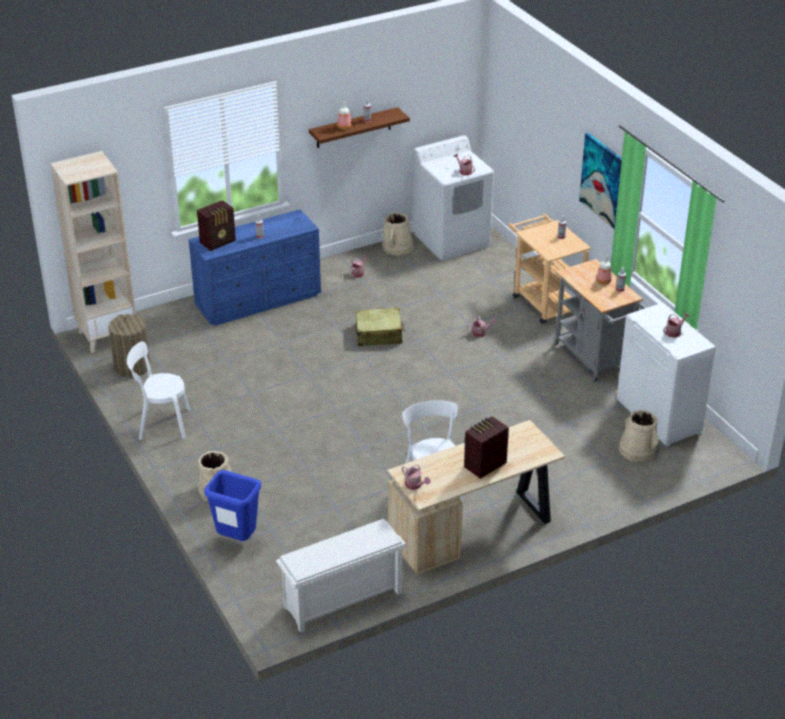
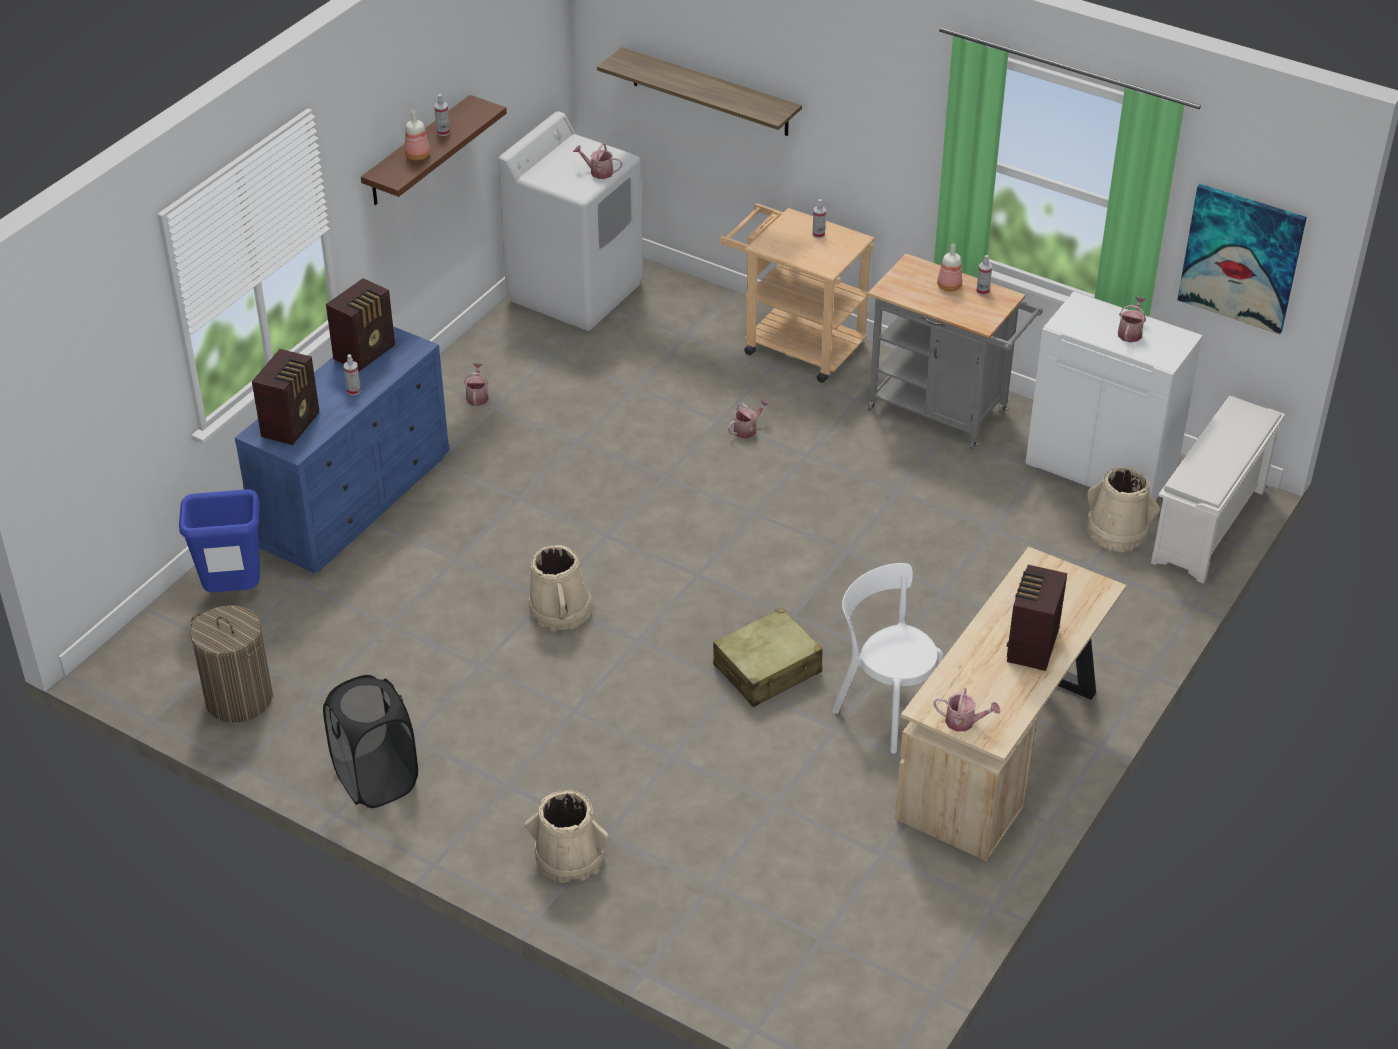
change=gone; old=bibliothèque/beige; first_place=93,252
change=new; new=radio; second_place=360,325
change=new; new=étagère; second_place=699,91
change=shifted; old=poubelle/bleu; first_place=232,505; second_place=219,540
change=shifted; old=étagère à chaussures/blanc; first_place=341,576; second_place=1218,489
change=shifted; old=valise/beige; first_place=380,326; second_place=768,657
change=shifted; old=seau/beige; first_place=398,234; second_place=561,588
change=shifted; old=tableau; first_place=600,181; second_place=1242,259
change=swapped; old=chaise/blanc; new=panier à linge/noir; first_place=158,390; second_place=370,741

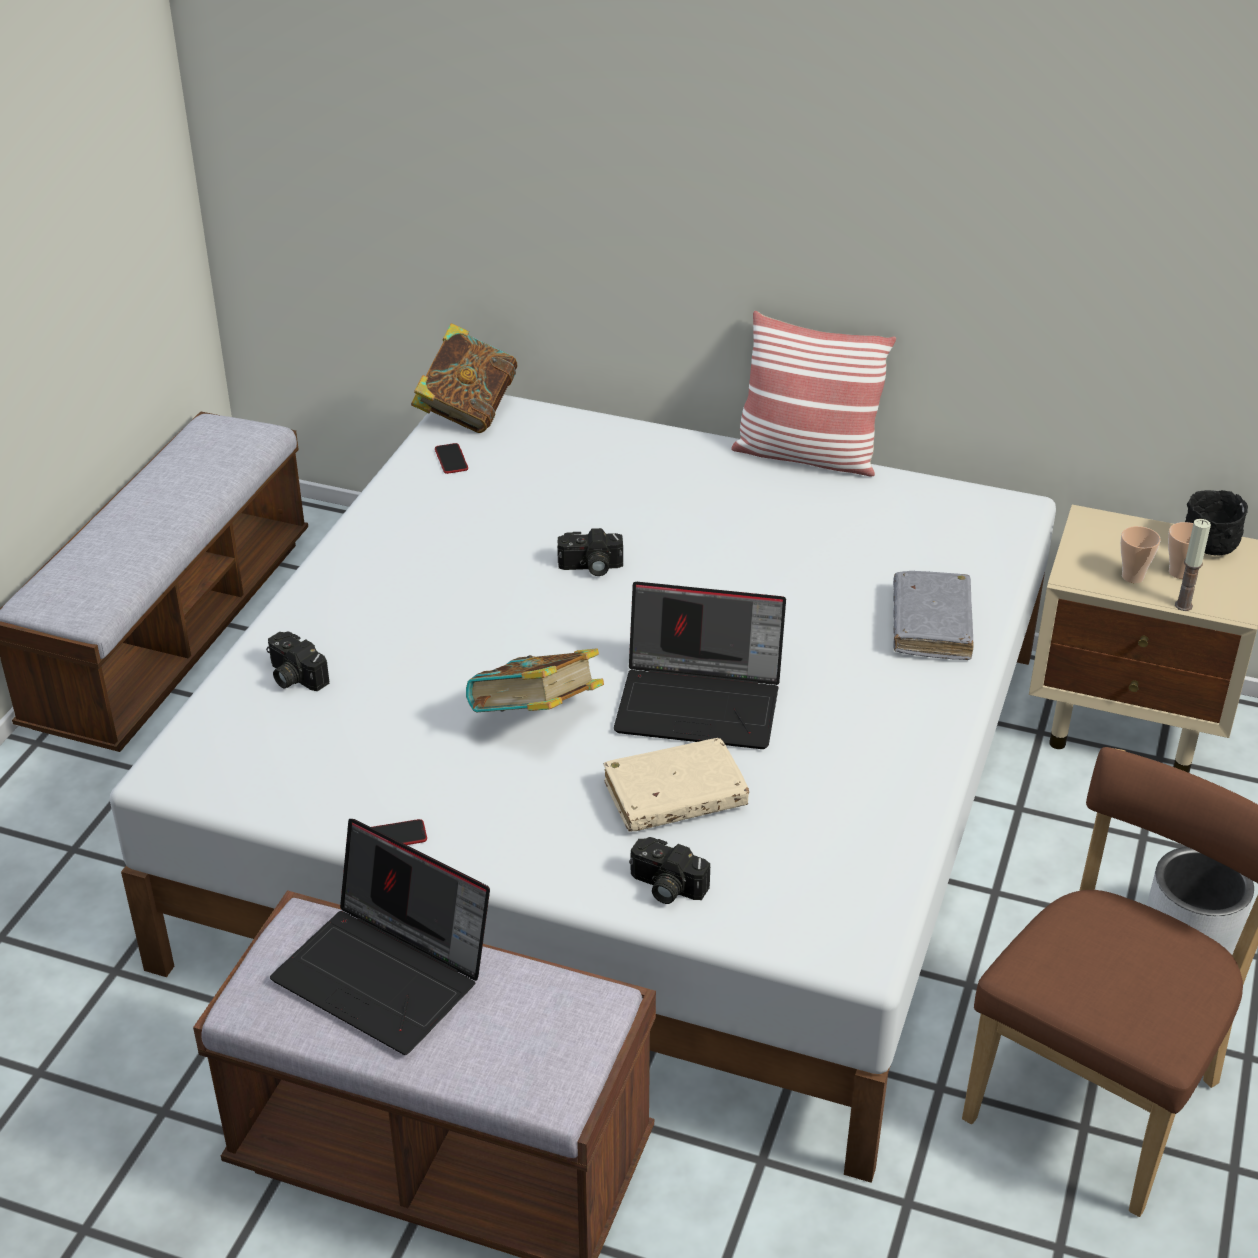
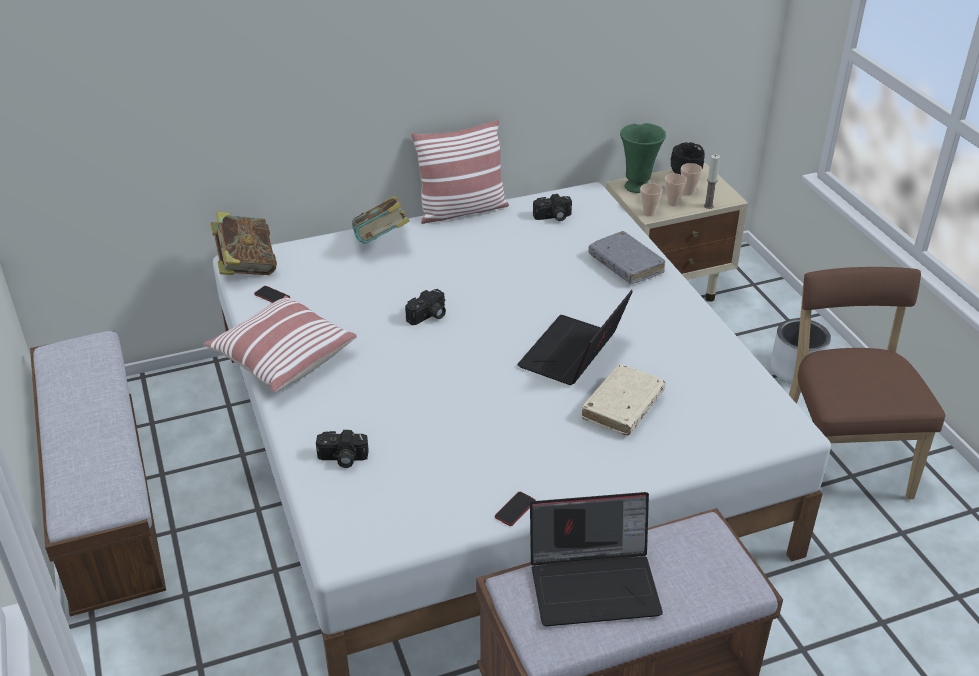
change=new; new=coussin; second_place=280,344
change=new; new=vase/vert; second_place=643,158
change=new; new=tasse; second_place=651,199
change=shifted; old=livre; first_place=535,680; second_place=381,219
change=shifted; old=appareil photo; first_place=670,870; second_place=552,207
change=rotated; old=ordinateur portable; first_place=700,665; second_place=575,337; degrees=150

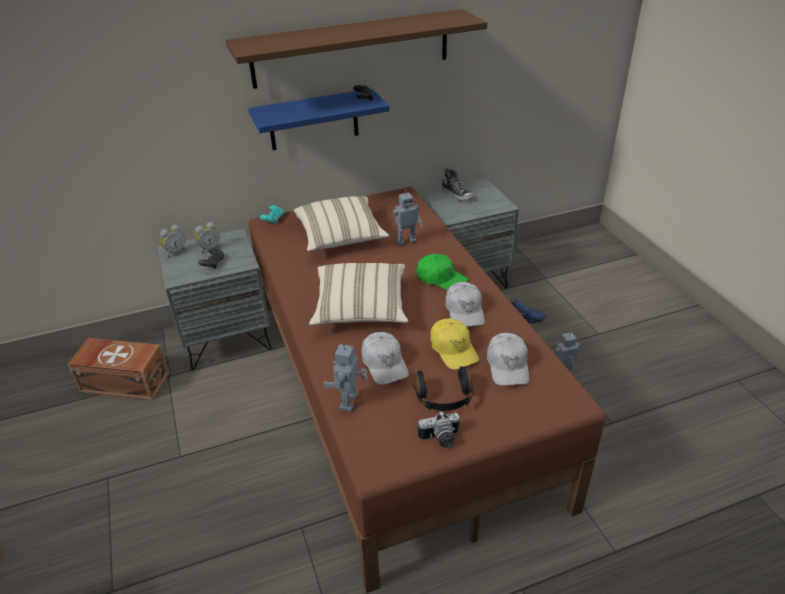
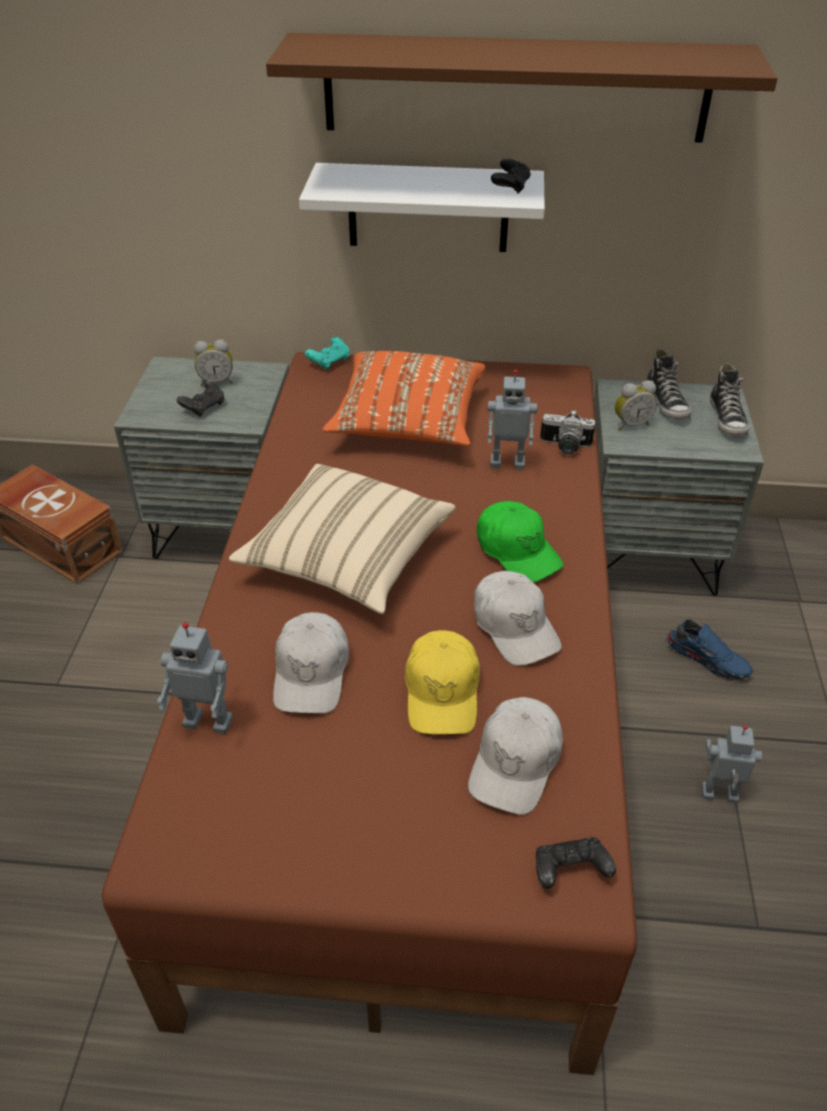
change=gone; old=casque audio/noir; first_place=443,388
change=new; new=manette/noir; second_place=576,863
change=new; new=chaussure; second_place=730,400
change=shifted; old=réveil; first_place=173,241; second_place=636,405
change=shifted; old=appareil photo; first_place=439,429; second_place=567,433
change=repainted; old=étagère/bleu; new=étagère/blanc; first_place=318,119; second_place=422,207
change=repainted; old=coussin/beige; new=coussin/orange; first_place=341,223; second_place=404,398
change=rotated; old=robot jouet; first_place=345,377; second_place=195,678; degrees=-120
change=rotated; old=casquette/blanc; first_place=465,304; second_place=518,618; degrees=-45

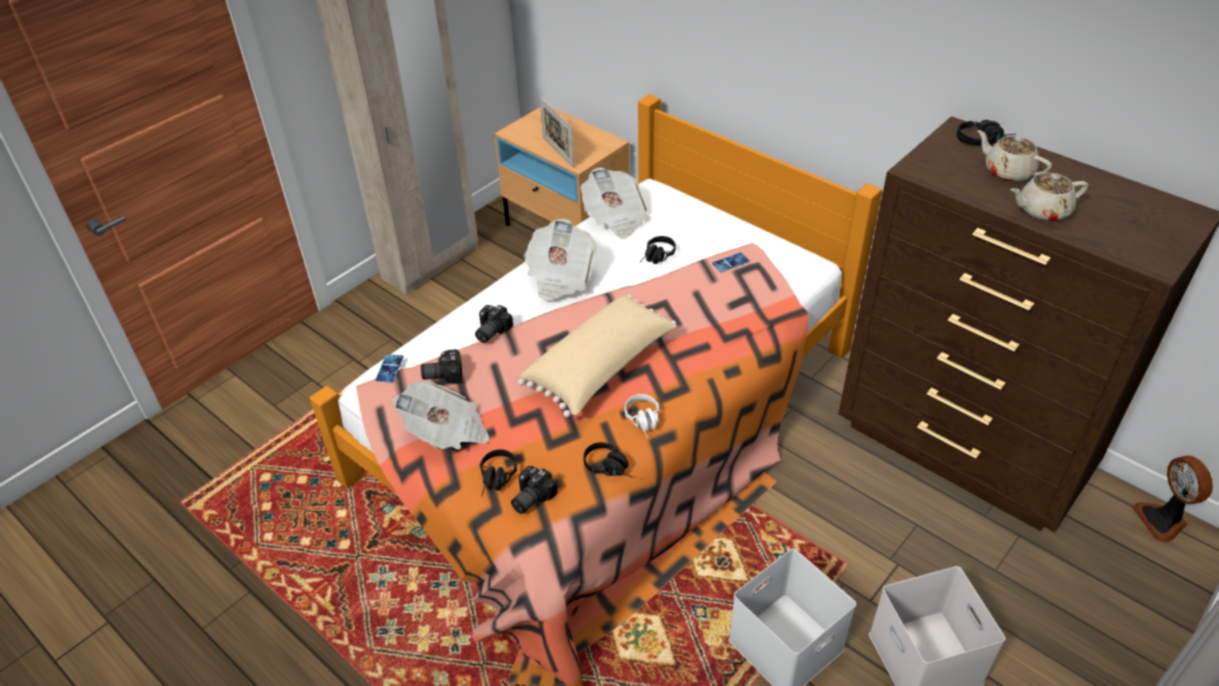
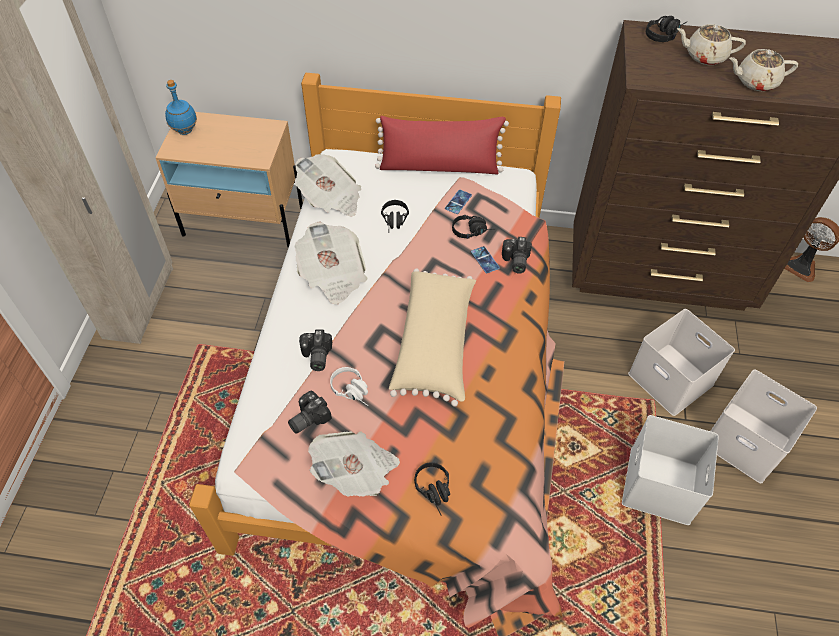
change=gone; old=cadre photo; first_place=557,132
change=new; new=bouteille/bleu; second_place=181,107
change=new; new=coussin/rouge; second_place=442,145
change=new; new=boîte de rangement/blanc; second_place=681,362
change=shifted; old=téléphone; first_place=389,368; second_place=485,259
change=shifted; old=appareil photo; first_place=534,490; second_place=517,255
change=shifted; old=casque audio/noir; first_place=608,460; second_place=473,227
change=shifted; old=casque audio/blanc; first_place=641,416; second_place=349,386
change=rotated; old=théière/beige; first_place=1049,197; second_place=763,70; degrees=45

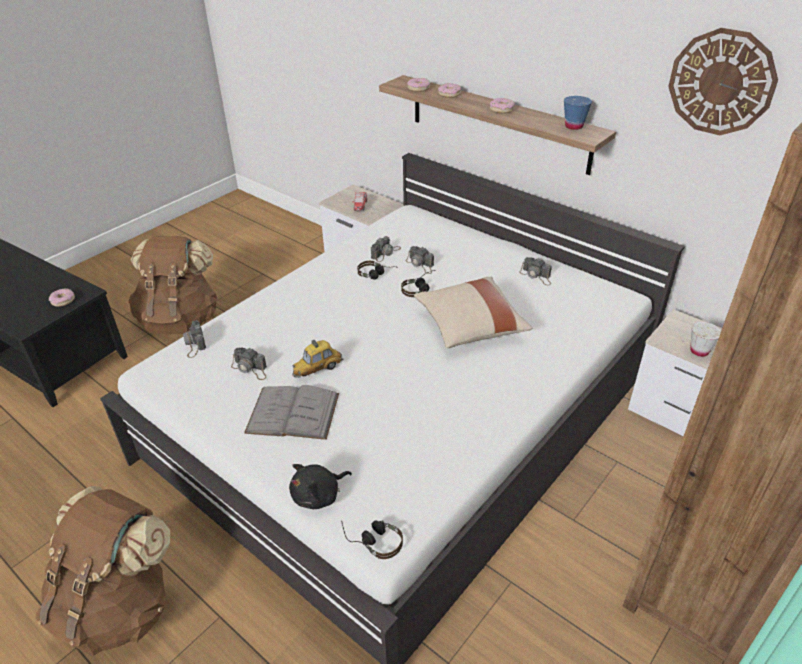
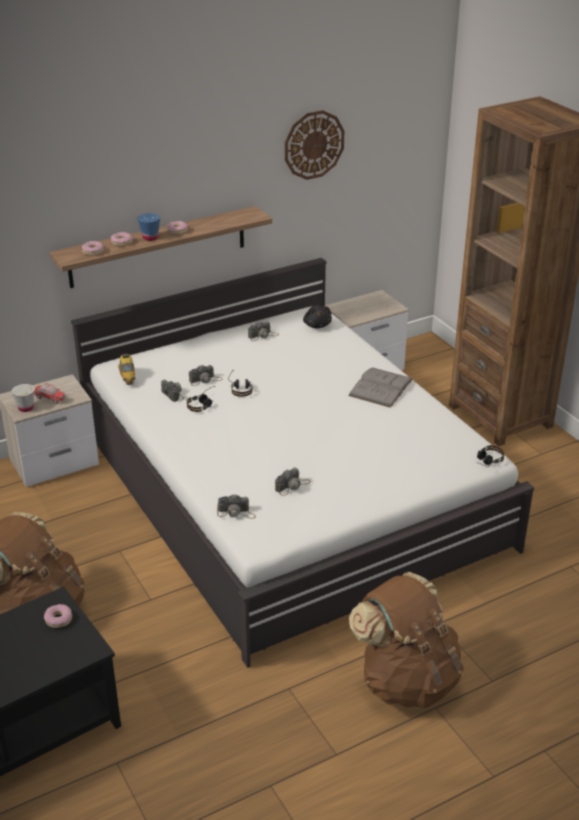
change=gone; old=coussin/beige; first_place=473,313
change=shifted; old=livre/gris; first_place=291,412; second_place=380,387
change=shifted; old=peluche/noir; first_place=320,486; second_place=317,316
change=shifted; old=petite voiture; first_place=318,359; second_place=126,370
change=shifted; old=tasse/bleu; first_place=578,113; second_place=148,227
change=shifted; old=tasse/blanc; first_place=705,339; second_place=23,398

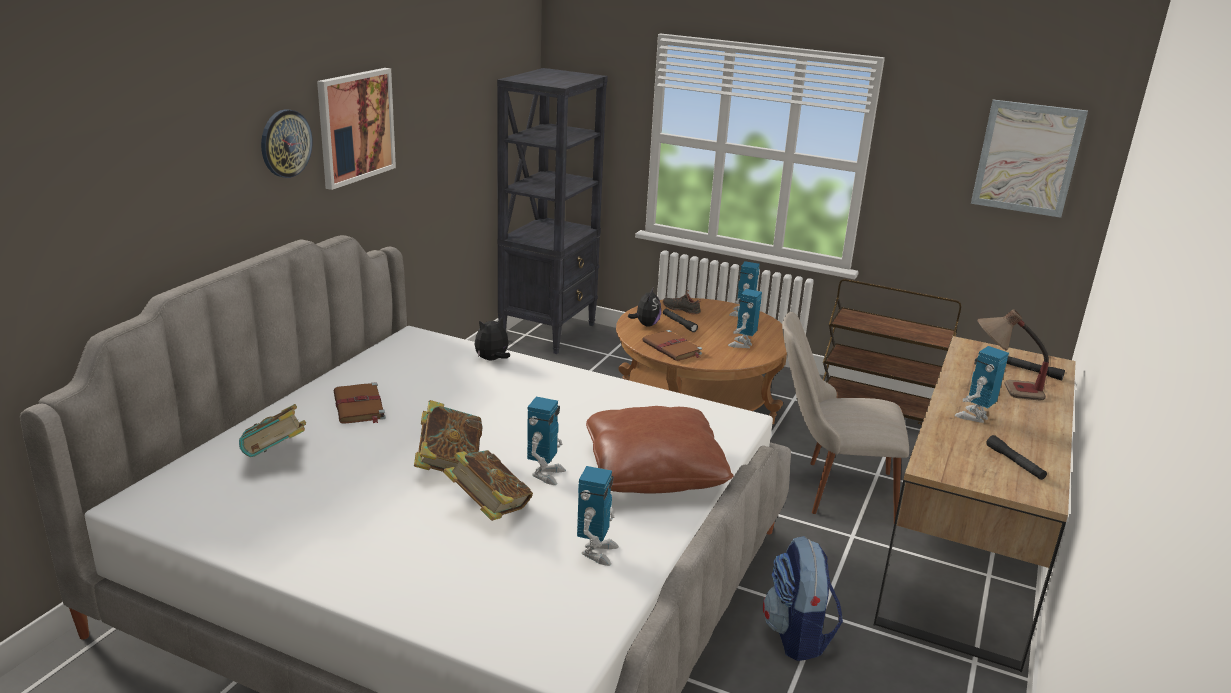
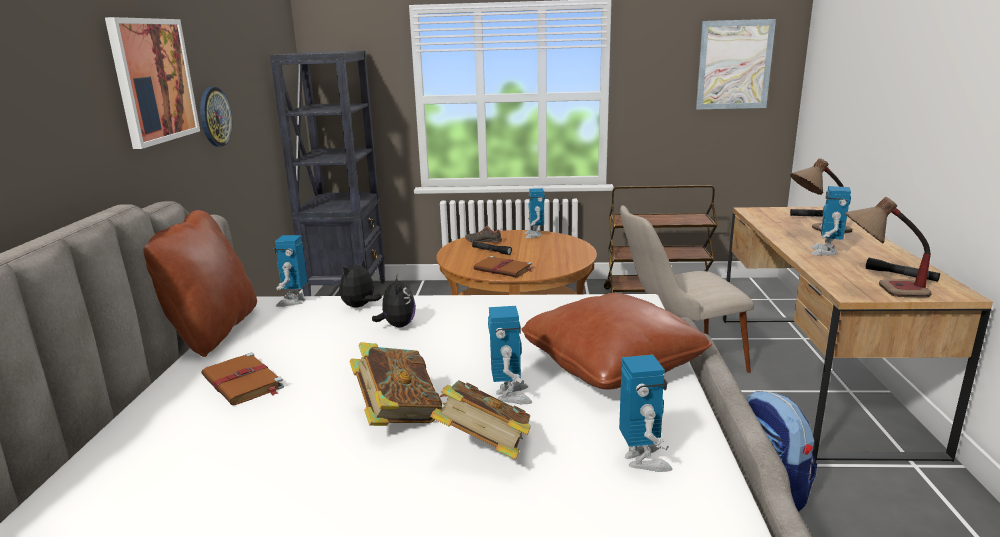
change=gone; old=livre; first_place=272,430
change=new; new=coussin/marron; second_place=200,283
change=new; new=lampe de table; second_place=888,247
change=shifted; old=horloge murale; first_place=286,143; second_place=216,117
change=shifted; old=peluche; first_place=644,307; second_place=394,300
change=shifted; old=robot jouet; first_place=745,318; second_place=290,271

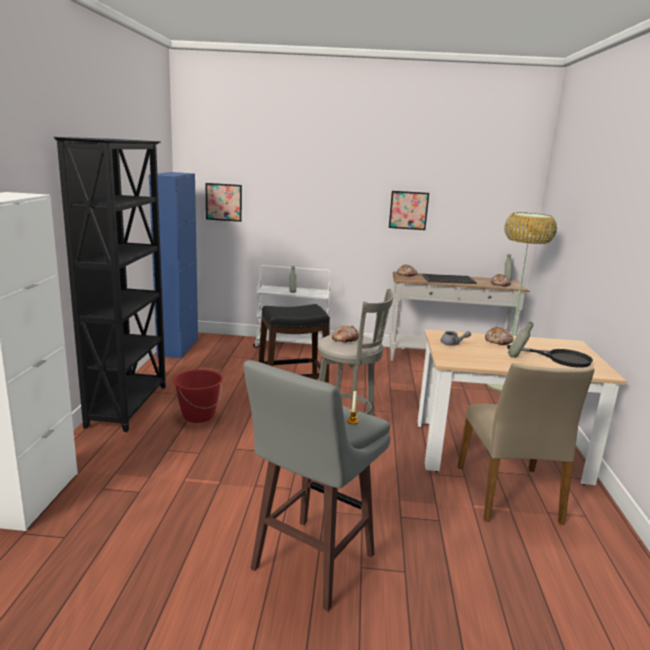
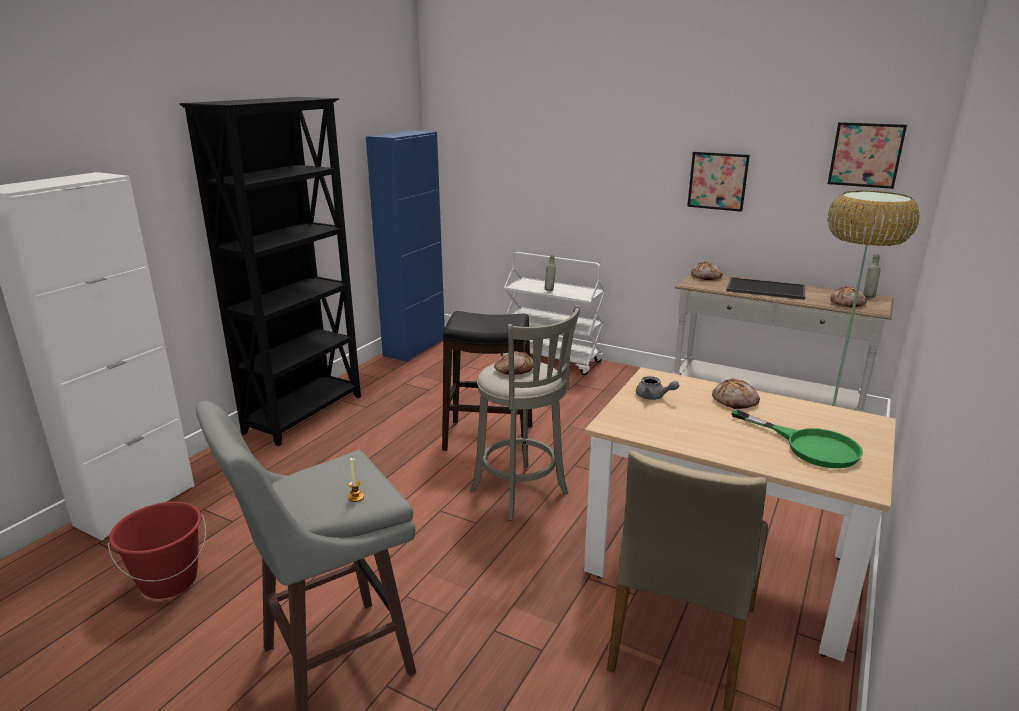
change=gone; old=bouteille/gris; first_place=520,340
change=shifted; old=seau/rouge; first_place=198,396; second_place=157,550
change=shifted; old=tableau; first_place=224,202; second_place=867,155
change=repainted; old=poêle/noir; new=poêle/vert; first_place=550,356; second_place=797,439

